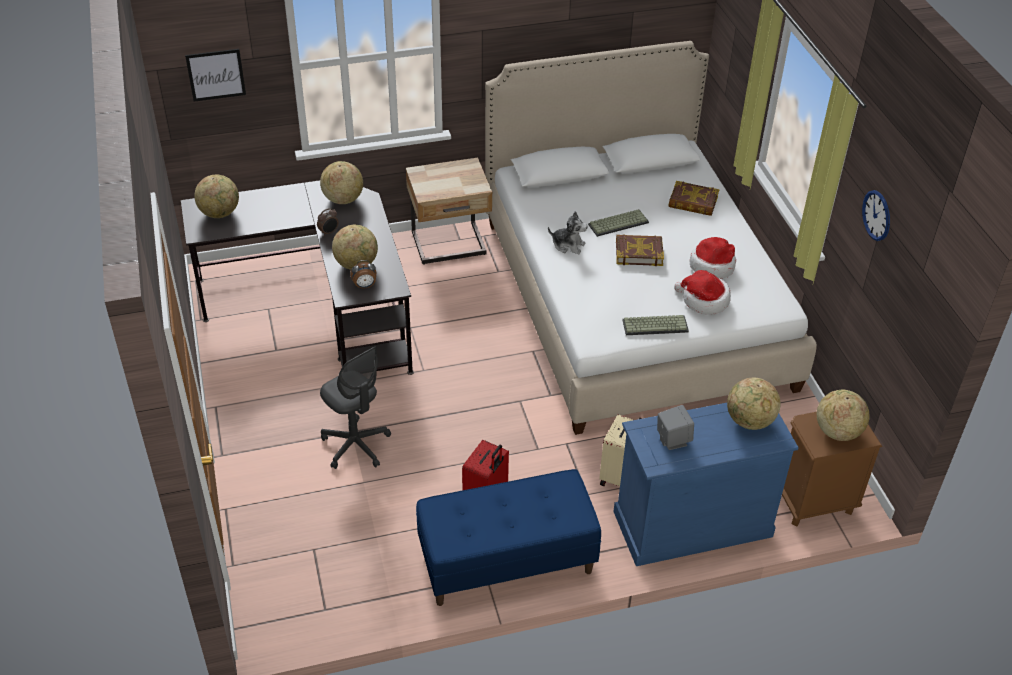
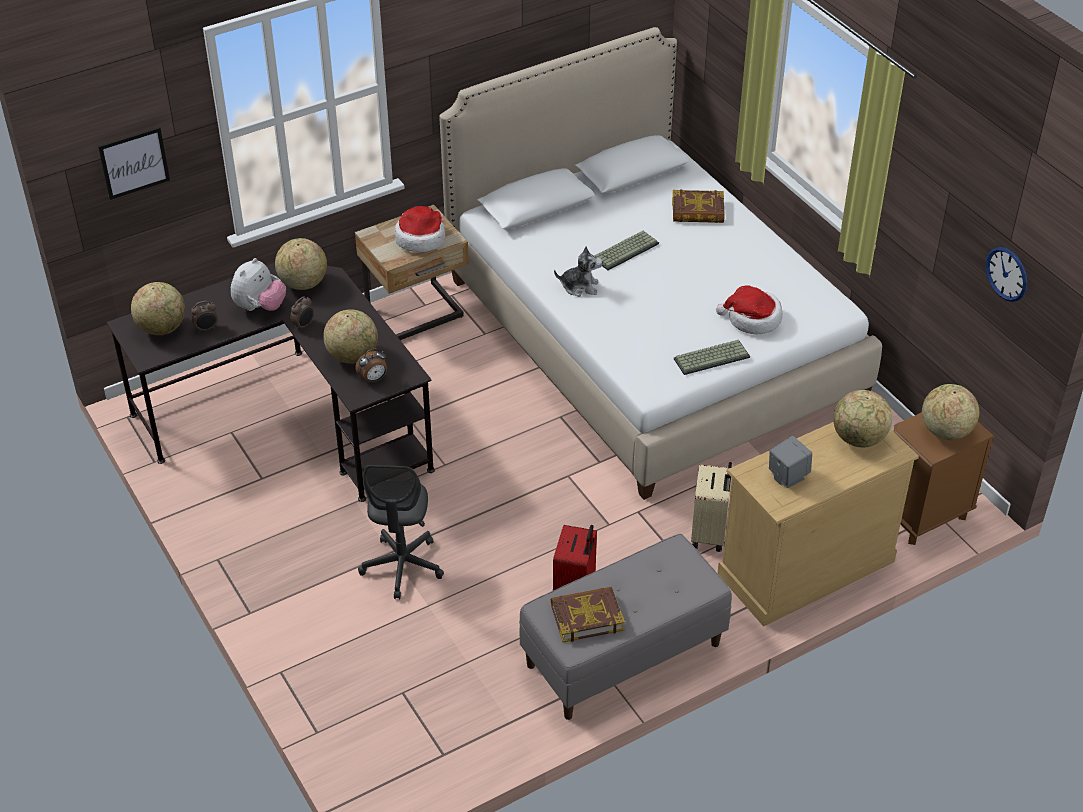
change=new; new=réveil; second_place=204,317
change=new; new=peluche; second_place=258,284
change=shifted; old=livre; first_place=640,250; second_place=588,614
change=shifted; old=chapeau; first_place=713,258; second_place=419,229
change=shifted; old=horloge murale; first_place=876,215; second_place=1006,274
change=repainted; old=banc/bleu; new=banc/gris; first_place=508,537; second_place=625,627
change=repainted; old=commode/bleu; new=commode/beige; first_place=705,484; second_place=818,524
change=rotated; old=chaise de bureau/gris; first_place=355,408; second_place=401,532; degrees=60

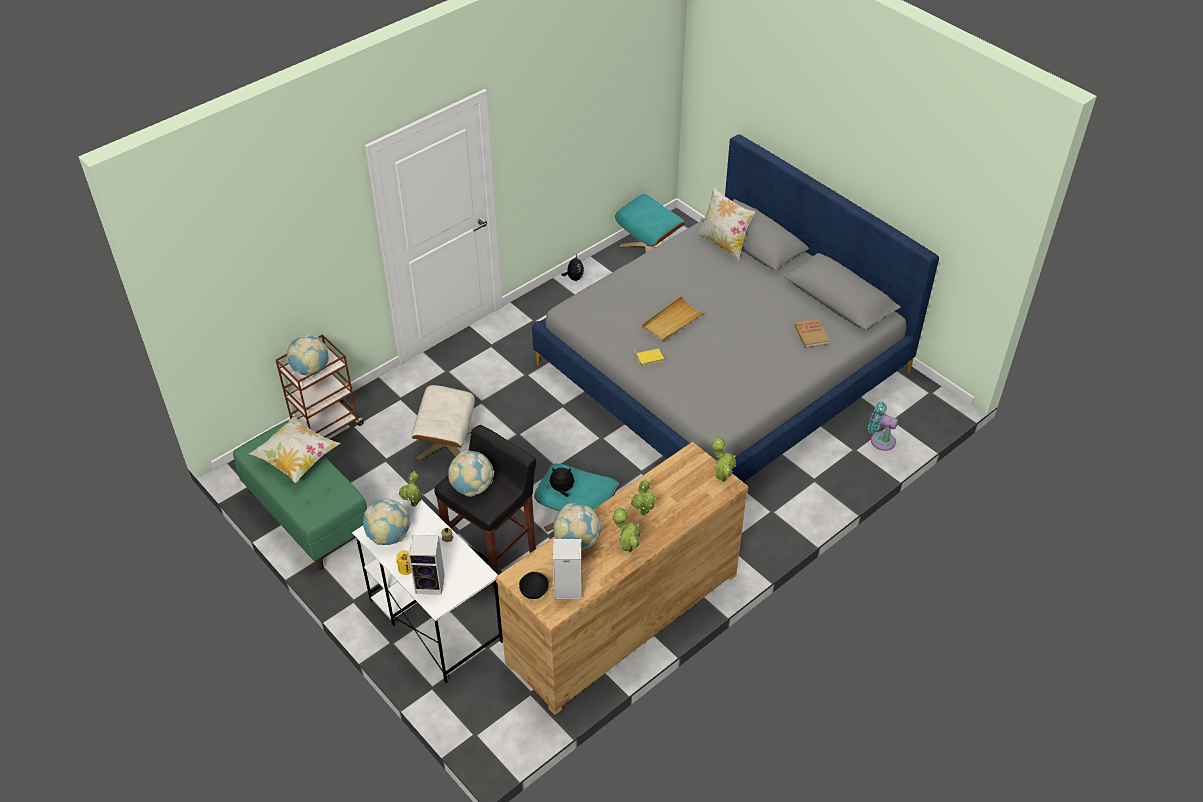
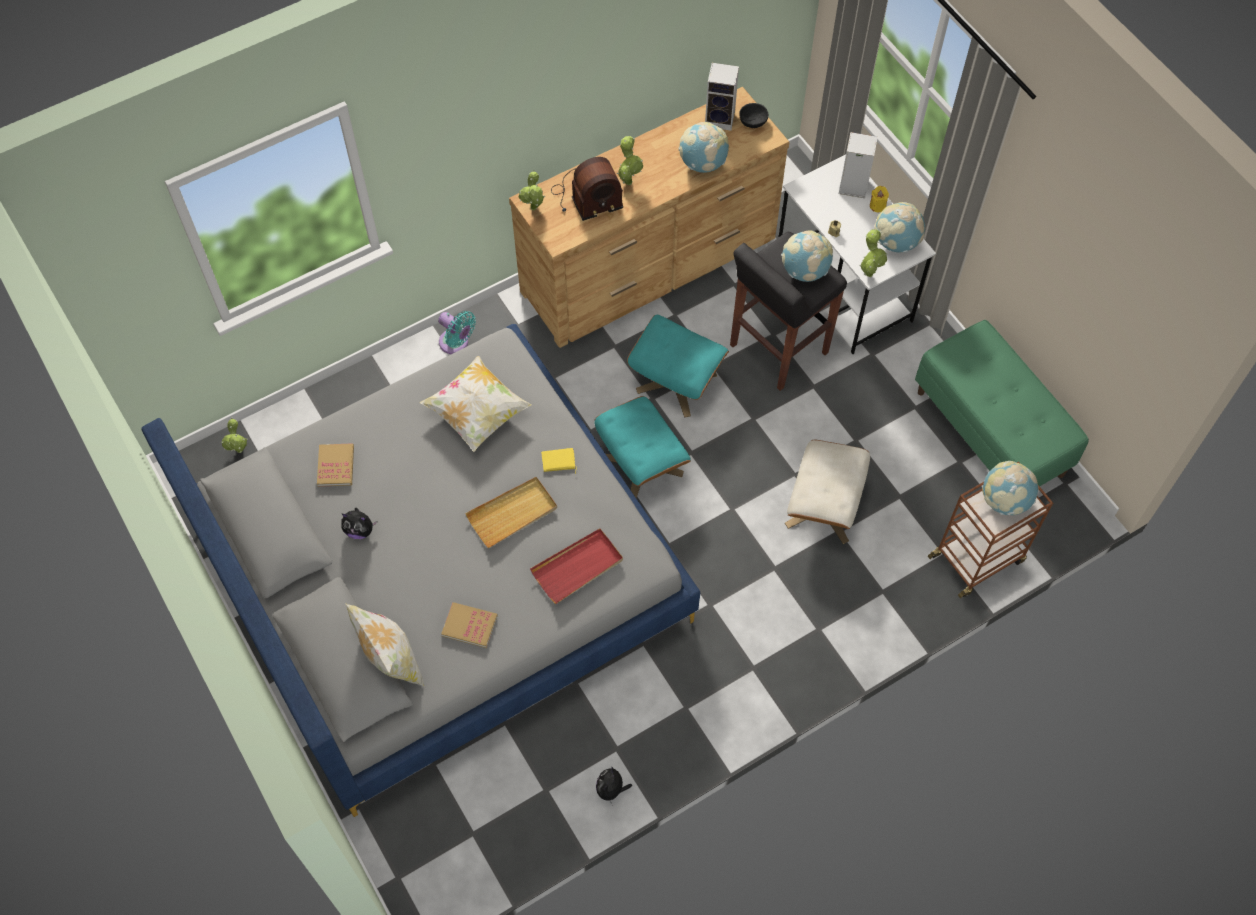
change=new; new=livre; second_place=469,625
change=new; new=plateau/rouge; second_place=576,566
change=new; new=radio; second_place=587,189
change=shifted; old=coussin; first_place=295,449; second_place=476,404
change=shifted; old=peluche; first_place=560,482; second_place=359,523
change=shifted; old=plante en pot; first_place=627,530; second_place=234,435
change=shifted; old=pouf/turquoise; first_place=650,223; second_place=642,447
change=shifted; old=ventilateur/turquoise; first_place=883,426; second_place=457,332

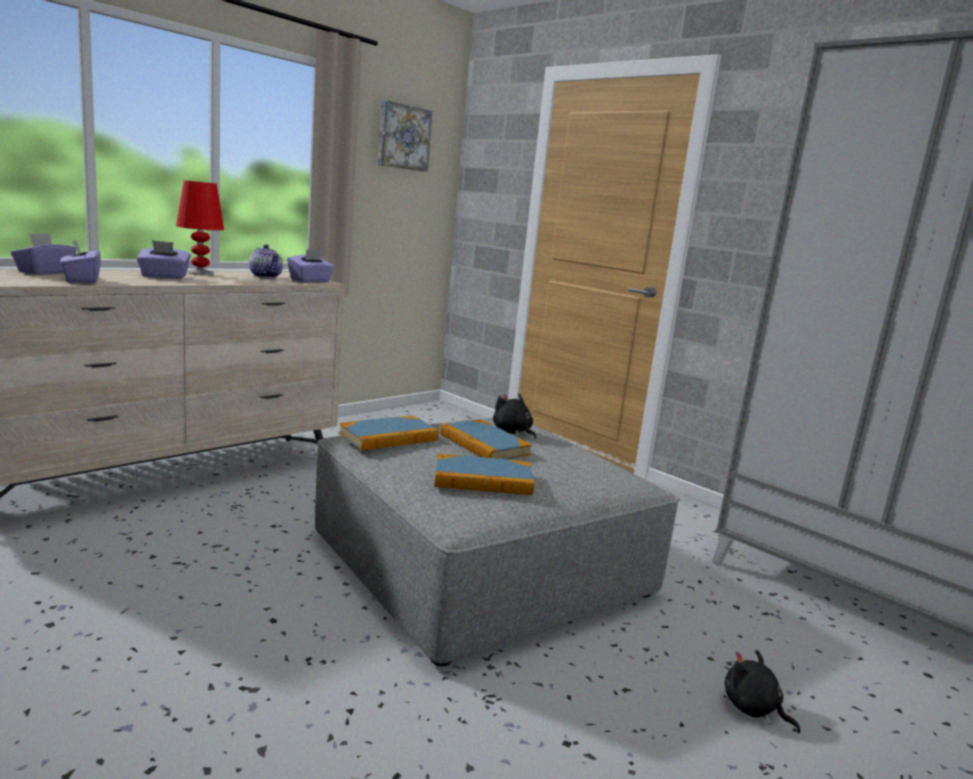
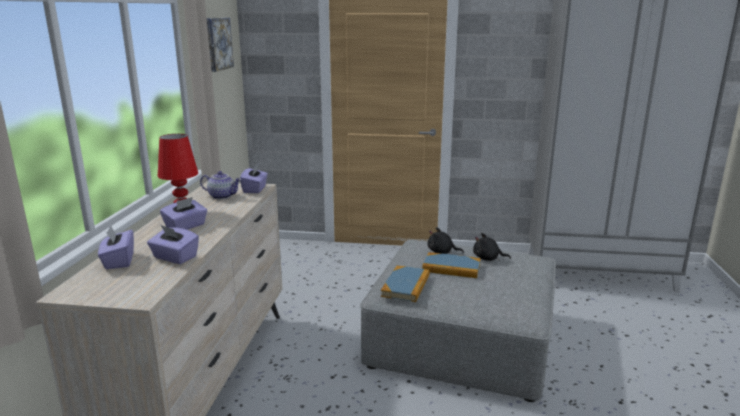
change=gone; old=livre; first_place=484,474
change=shifted; old=peluche/noir; first_place=762,691; second_place=492,247

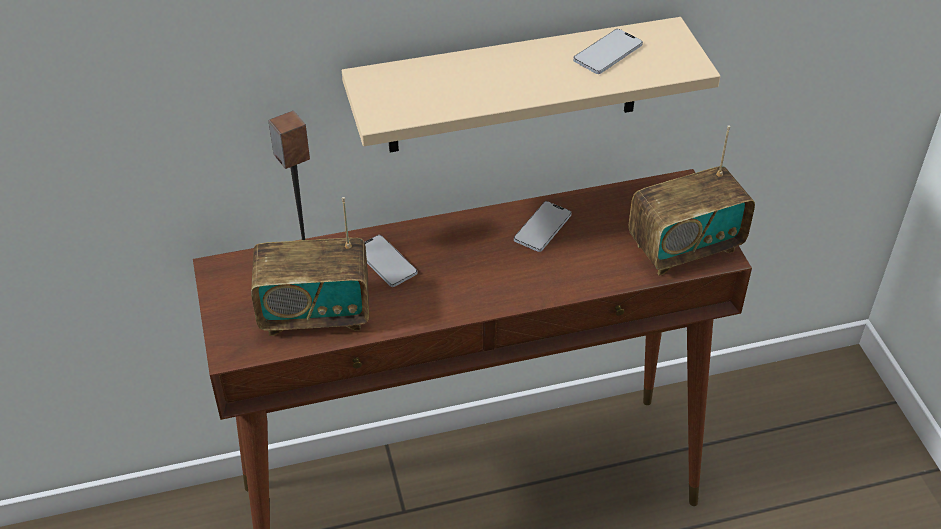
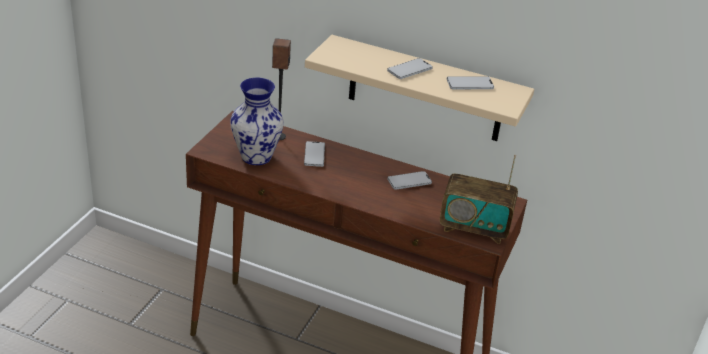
change=new; new=téléphone; second_place=410,68
change=swapped; old=radio; new=vase; first_place=310,266; second_place=257,121

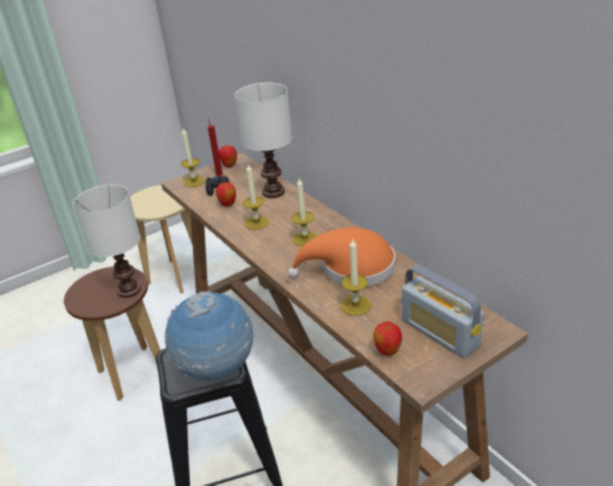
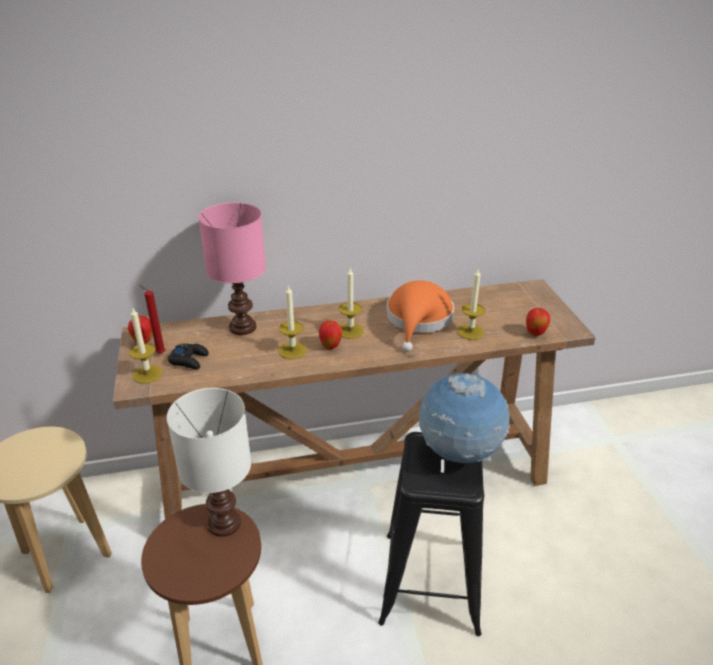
change=gone; old=radio; first_place=443,311
change=shifted; old=pomme; first_place=226,194; second_place=330,335
change=repainted; old=lampe de table/blanc; new=lampe de table/rose; first_place=263,140; second_place=232,268

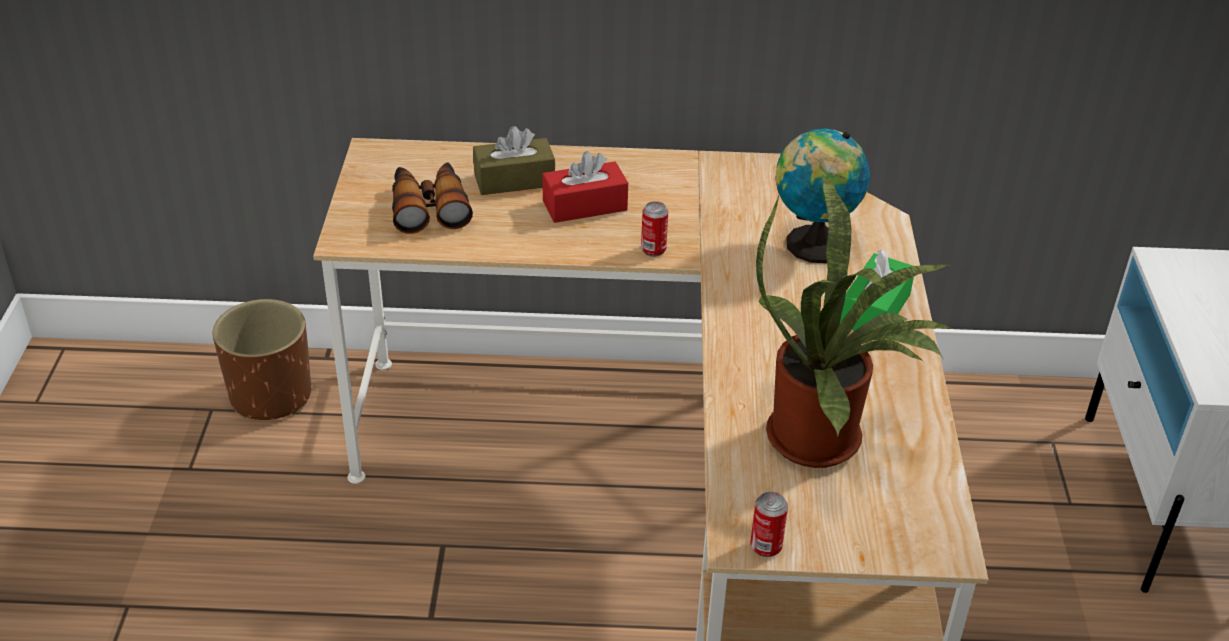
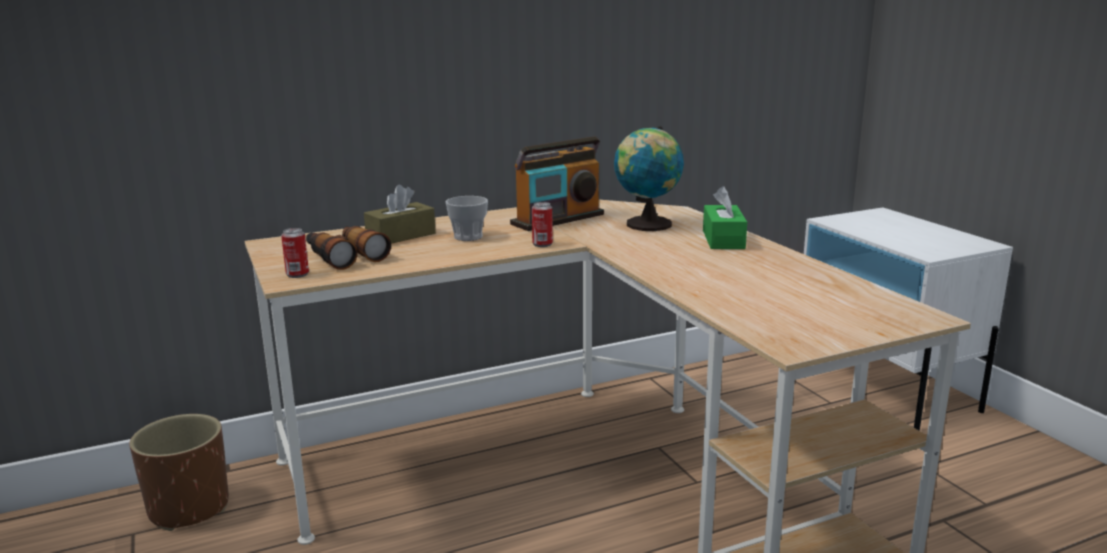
change=gone; old=plante en pot; first_place=855,321
change=new; new=radio; second_place=557,184
change=shifted; old=boîte métallique; first_place=769,524; second_place=295,253
change=swapped; old=boîte à mouchoirs/rouge; new=tasse; first_place=585,187; second_place=466,218

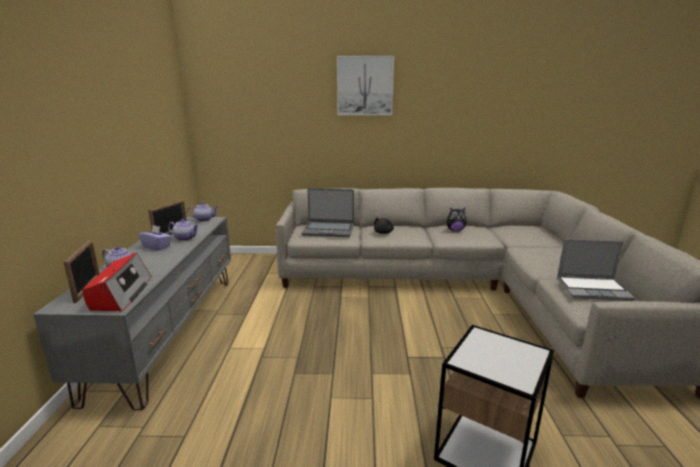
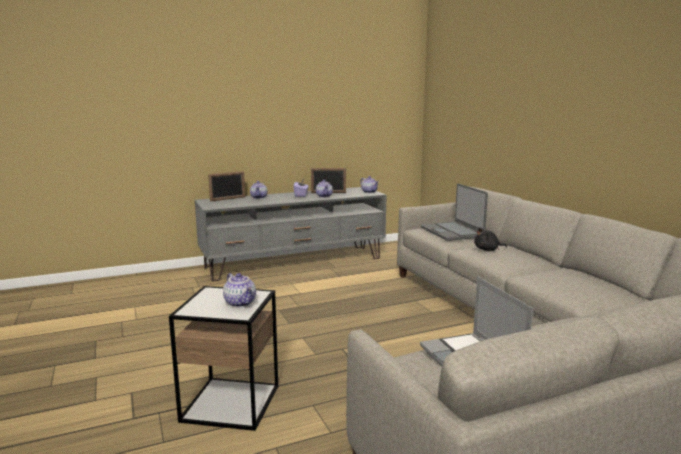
change=gone; old=radio; first_place=117,282
change=gone; old=tableau; first_place=365,85
change=gone; old=peluche; first_place=456,219
change=new; new=théière; second_place=239,290

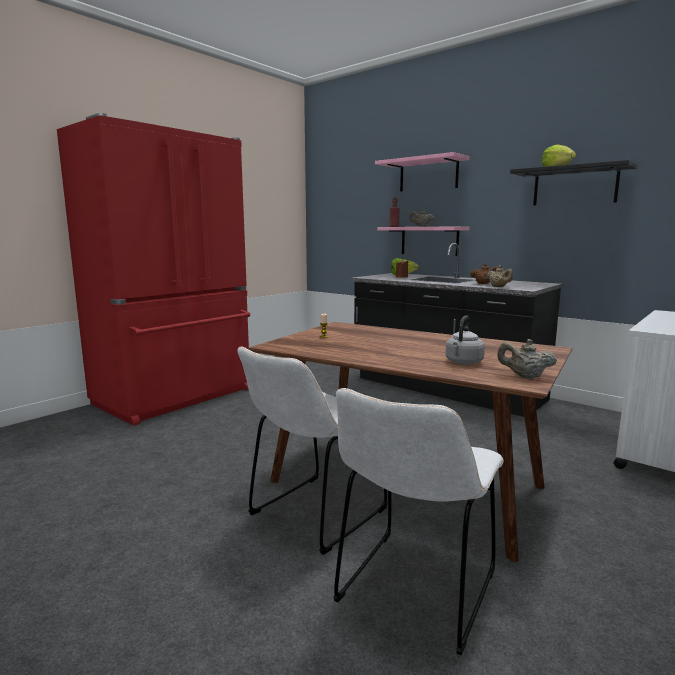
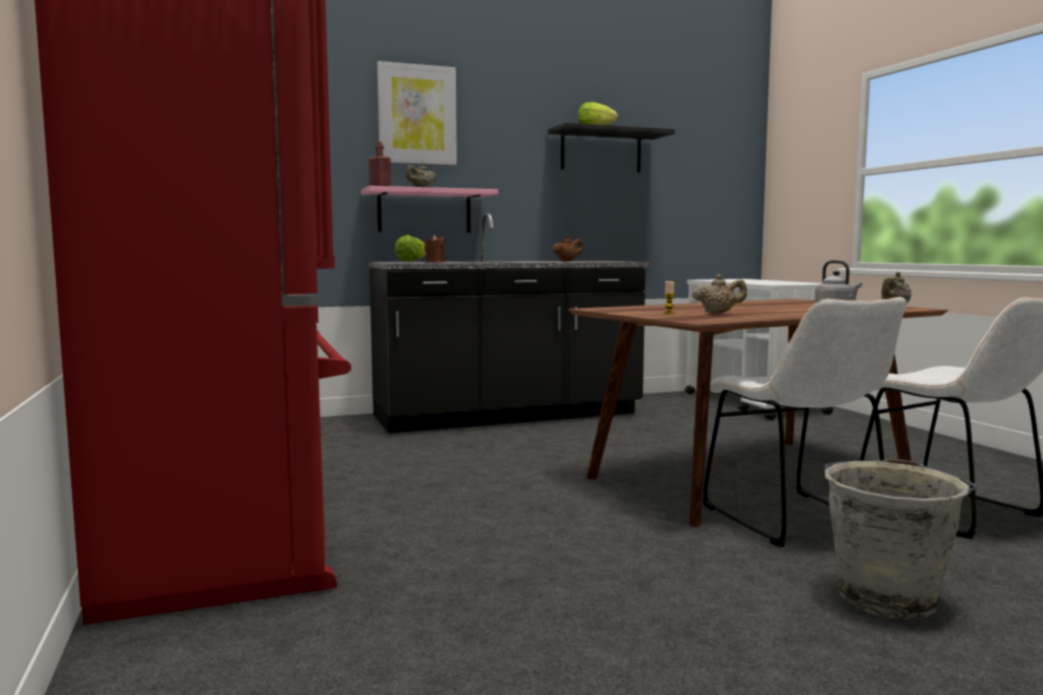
change=new; new=seau/gris; second_place=901,539
change=shifted; old=théière/beige; first_place=499,276; second_place=719,293
change=swapped; old=étagère/rose; new=tableau; first_place=422,171; second_place=417,113

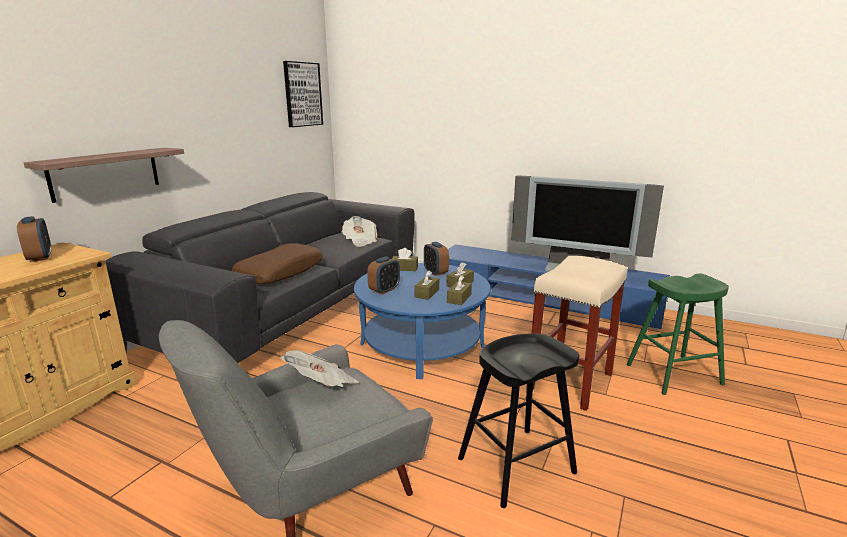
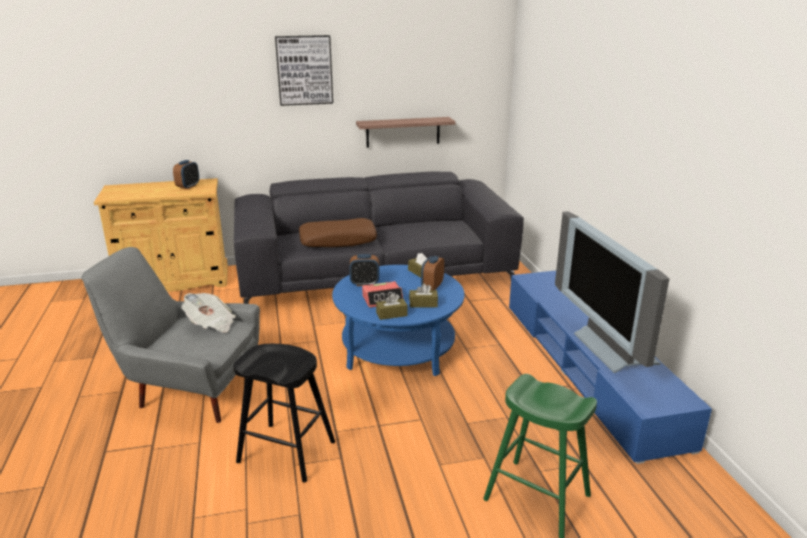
change=gone; old=journal; first_place=359,231
change=gone; old=tabouret/beige; first_place=576,333
change=shifted; old=étagère; first_place=104,175; second_place=406,132
change=shifted; old=tableau; first_place=303,94; second_place=304,70
change=swapped; old=boîte à mouchoirs/marron; new=réveil; first_place=426,285; second_place=382,294

